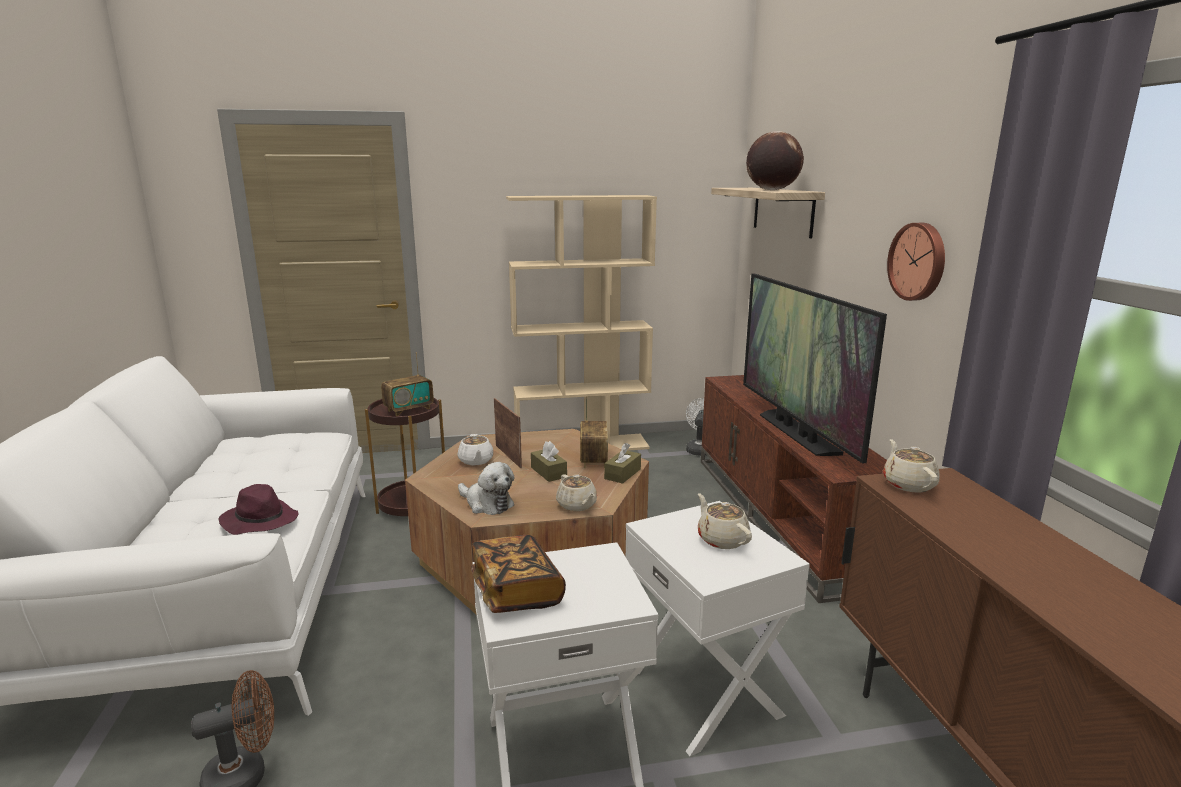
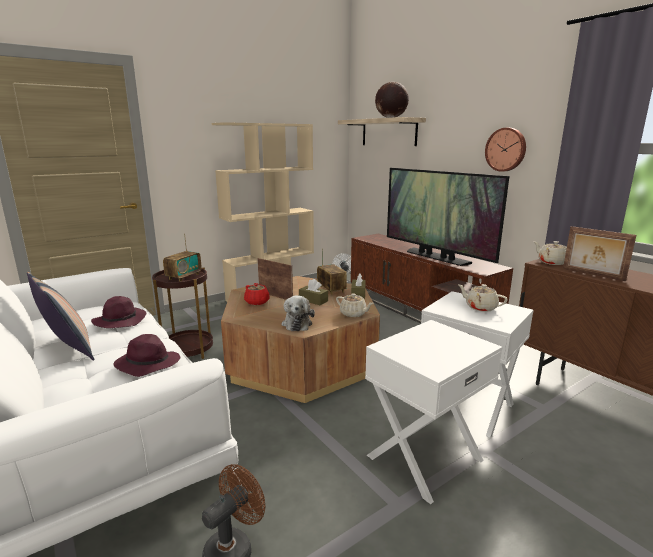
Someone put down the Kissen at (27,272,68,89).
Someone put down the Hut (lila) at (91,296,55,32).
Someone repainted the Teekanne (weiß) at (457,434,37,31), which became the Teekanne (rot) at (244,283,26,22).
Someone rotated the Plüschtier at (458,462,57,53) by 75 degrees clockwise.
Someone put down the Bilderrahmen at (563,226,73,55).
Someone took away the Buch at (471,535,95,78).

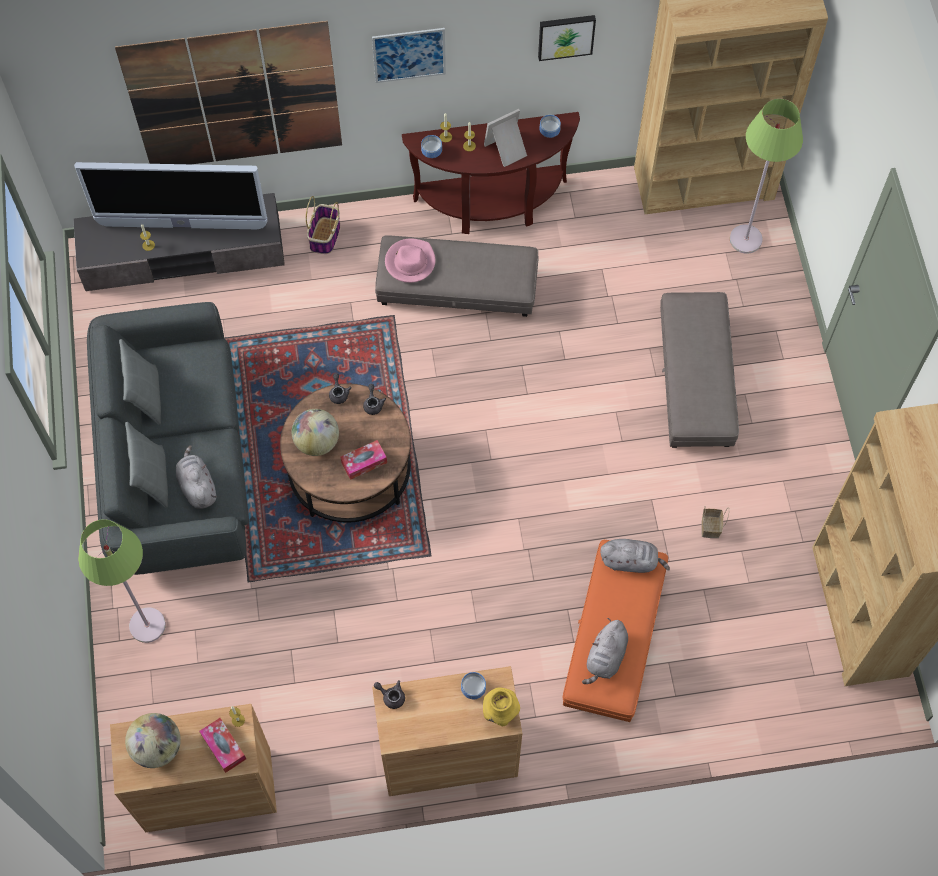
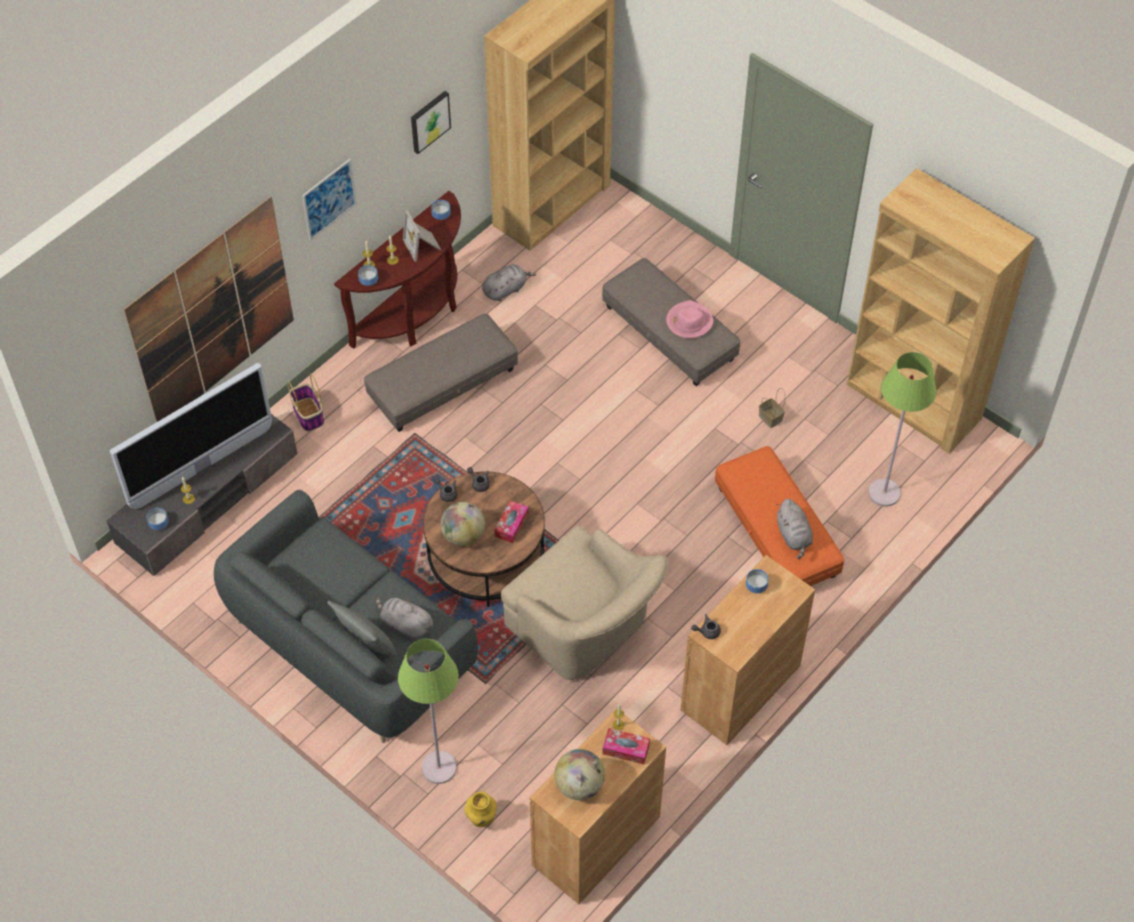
Someone put down the Schüssel at (147,508,21,22).
Someone rotated the Bilderrahmen at (484,109,43,58) by 45 degrees counterclockwise.
Someone carried the Vase (gelb) from (483,687,37,39) to (465,791,32,36).
Someone carried the Plüschtier (grau) from (600,539,70,34) to (482,264,54,37).
Someone put down the Sessel (beige) at (501,525,167,155).
Someone carried the Hut (rosa) from (385,238,51,45) to (666,300,47,39).
Someone carried the Stehlampe (grün) from (730,99,73,155) to (868,352,69,155).
Someone took away the Kissen (grau) at (119,339,42,86).

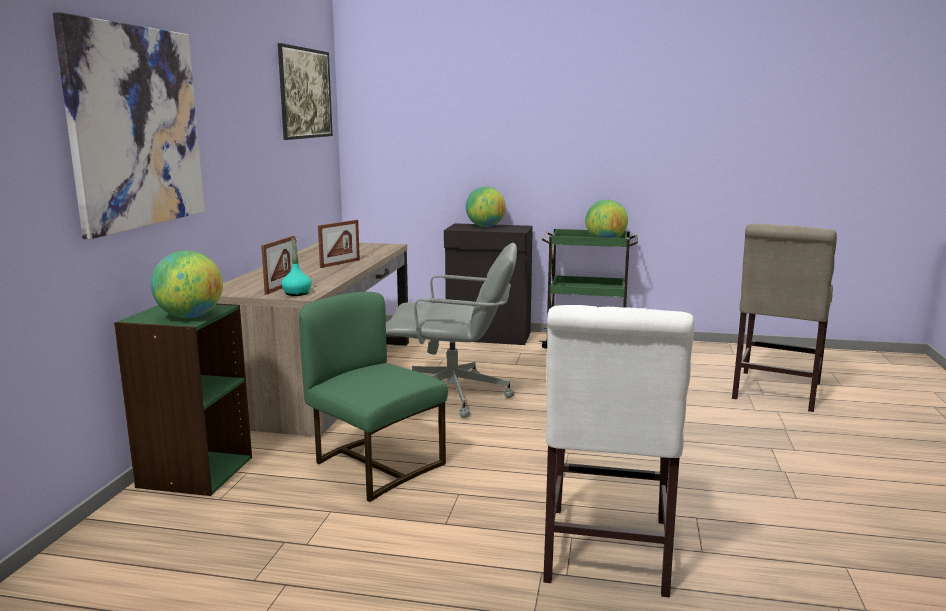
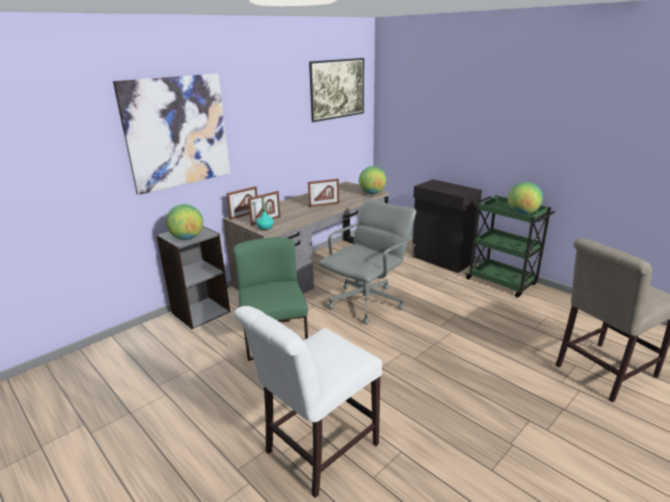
Someone repainted the Bücherregal (grün) at (114,304,138,192), which became the Bücherregal (grau) at (156,226,74,103).
Someone put down the Bilderrahmen at (226,186,31,34).
Someone rotated the Bürostuhl (grau) at (386,243,131,175) by 90 degrees counterclockwise.
Someone carried the Globus from (466,187,40,40) to (359,166,28,28).

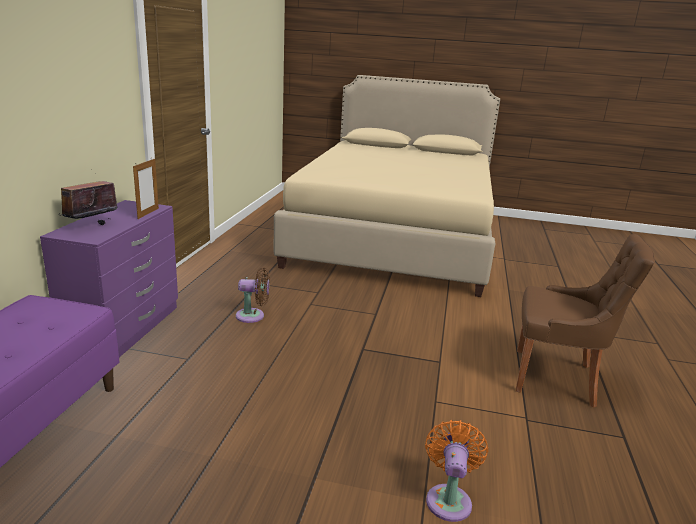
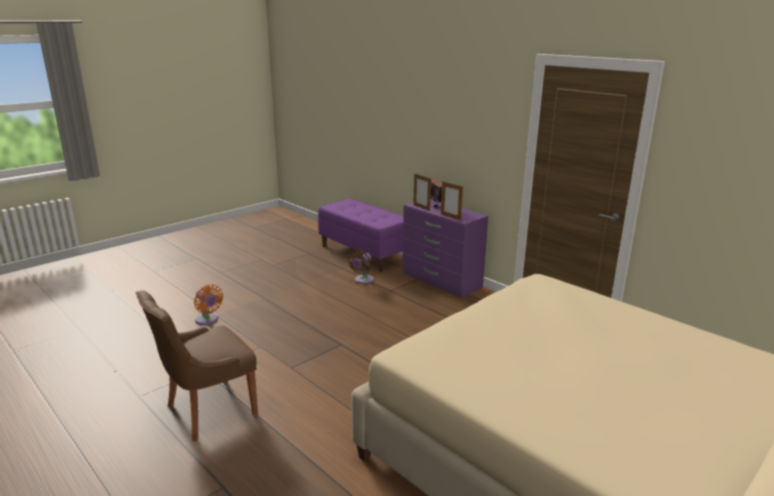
Someone carried the Ventilator (braun) from (236,268,34,55) to (348,249,26,35).
Someone put down the Bilderrahmen at (413,173,18,38).

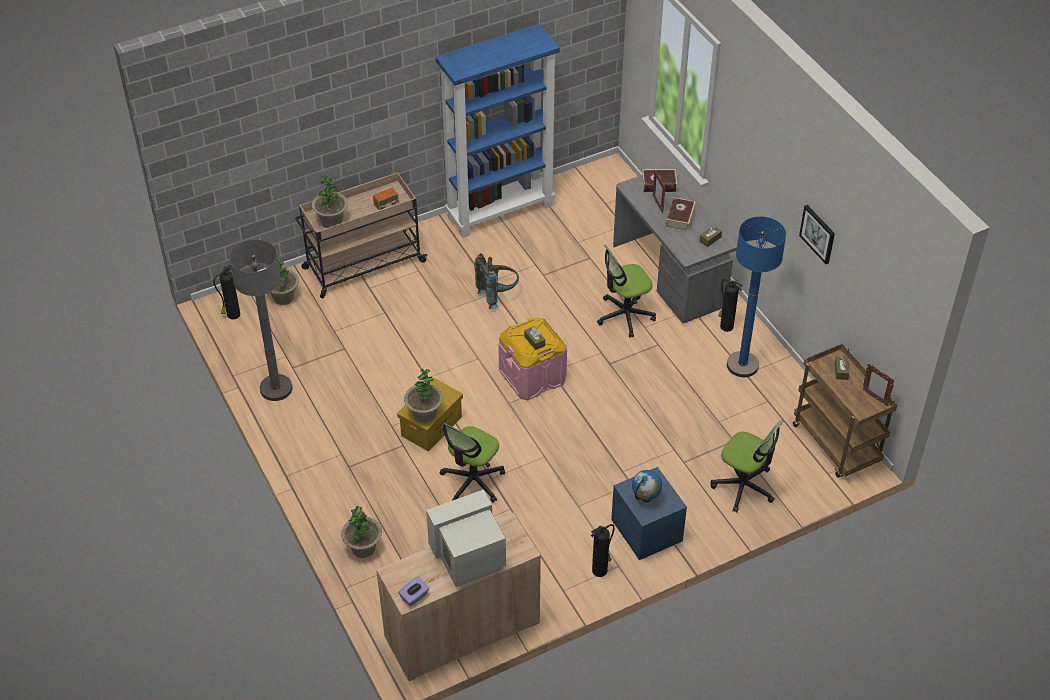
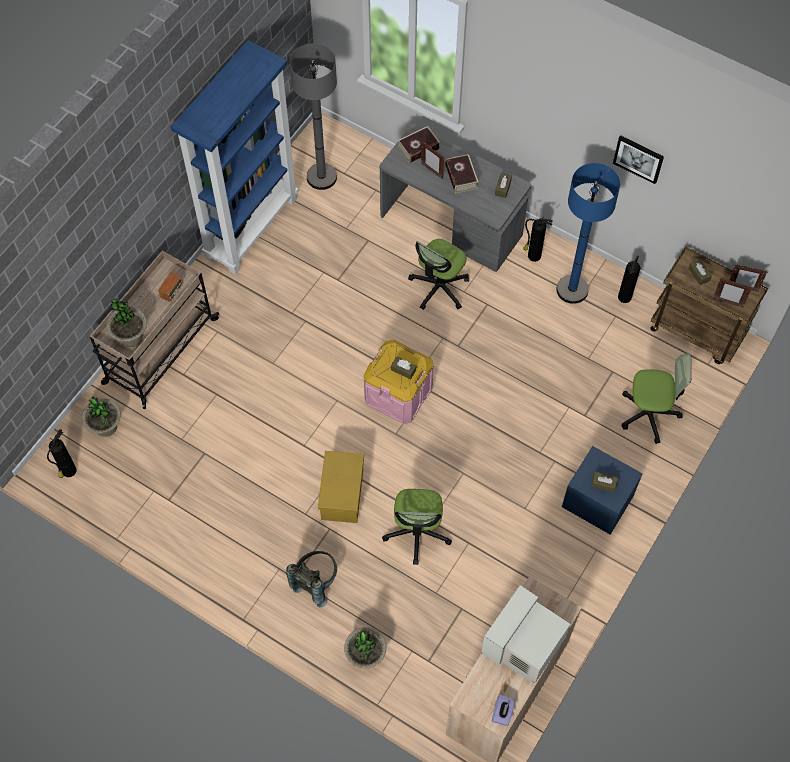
Someone carried the Rucksack (grau) from (474,253,45,57) to (286,551,51,57).
Someone carried the Stehlampe (grau) from (229,239,64,162) to (290,43,47,147).
Someone swapped the Globus at (632,470,30,32) for the Taschentuchbox (braun) at (591,472,27,20).
Someone carried the Feuerlöscher from (591,524,24,53) to (618,255,22,48).
Someone put down the Bilderrahmen at (713,278,39,30).
Someone took away the Topfpflanze at (404,369,39,54).

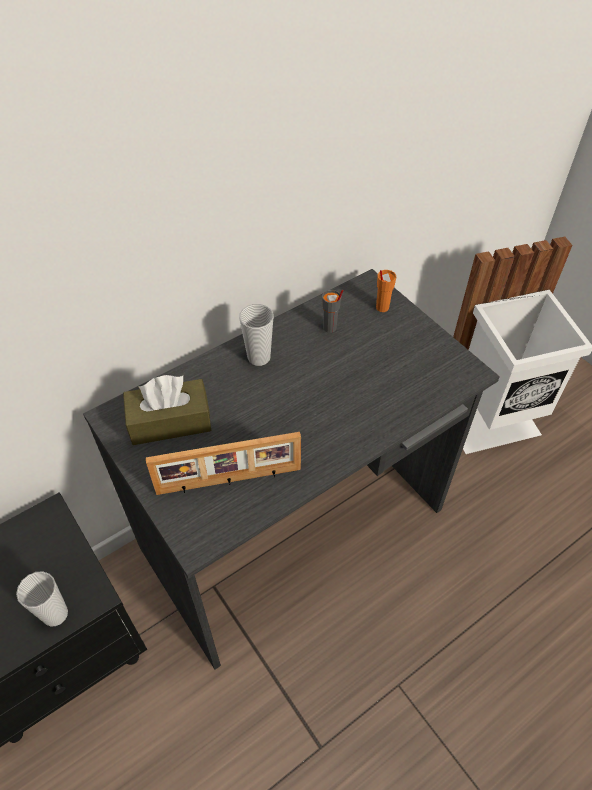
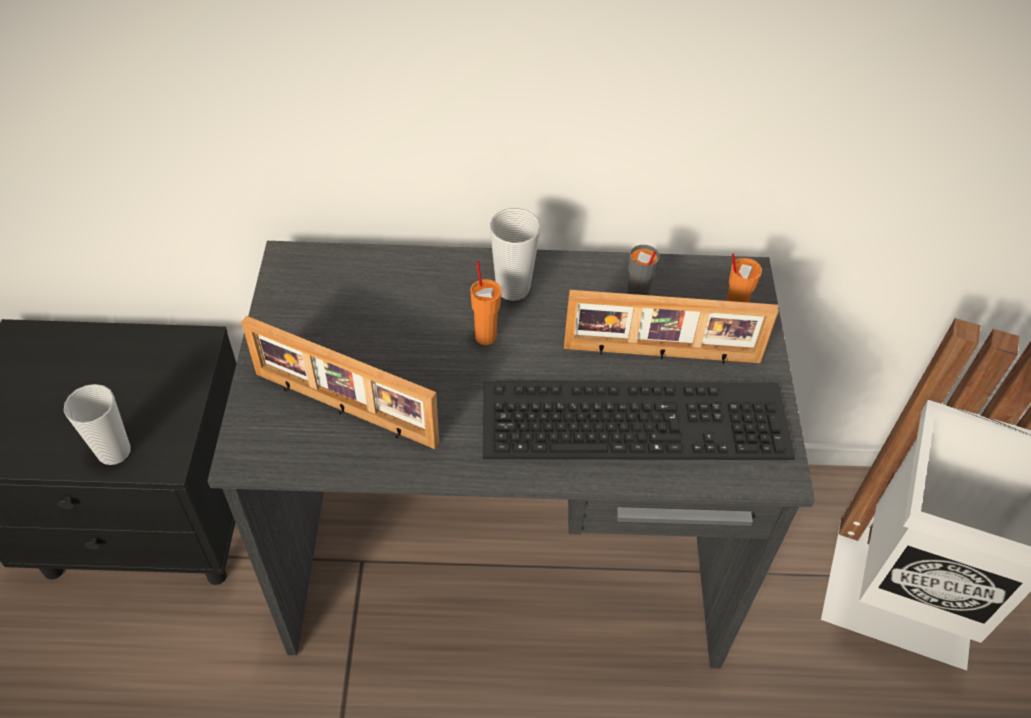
Someone put down the Tasse (orange) at (470,261,31,84).
Someone put down the Tastatur at (483,381,312,79).
Someone put down the Bilderrahmen at (564,290,215,74).
Someone took away the Taschentuchbox (braun) at (123,375,89,70).

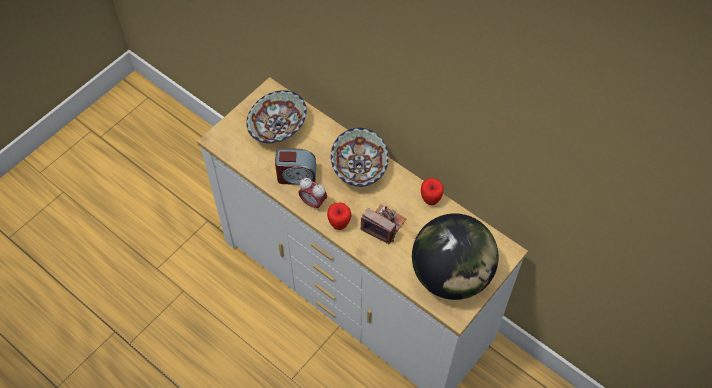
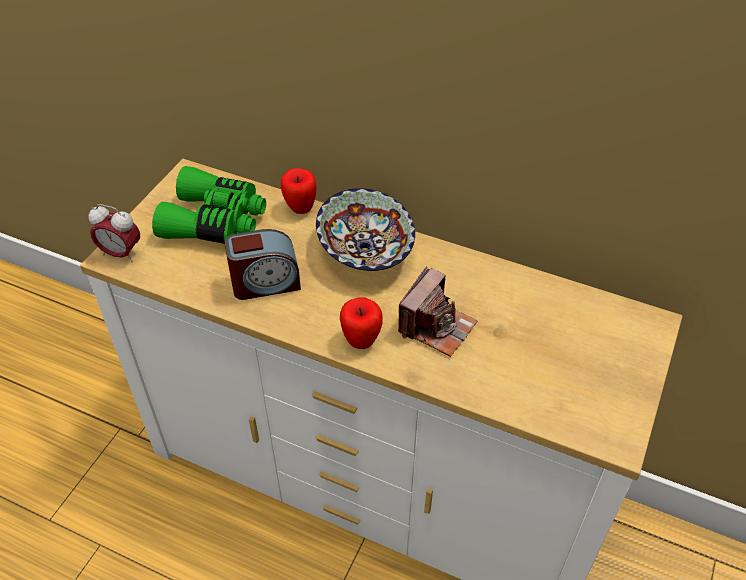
Someone carried the Wecker from (298,178,29,33) to (89,204,51,58).
Someone swapped the Schüssel at (247,90,60,53) for the Fernglas (grün) at (152,166,114,78).
Someone carried the Apfel from (421,178,23,27) to (281,168,36,46).
Someone rotated the Kamera at (360,204,46,40) by 105 degrees clockwise.
Someone took away the Globus at (412,213,87,87).

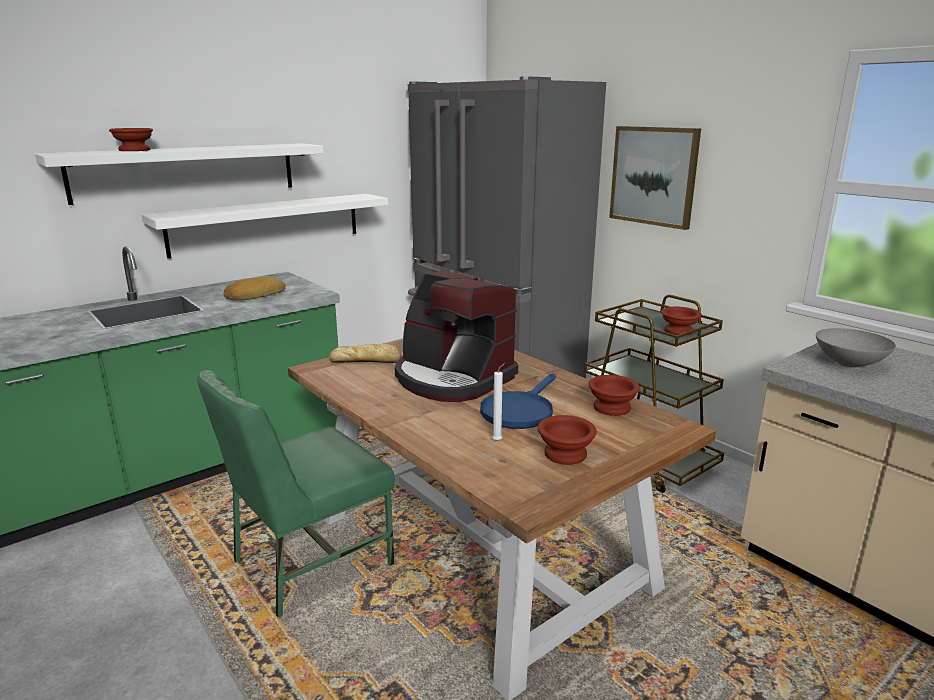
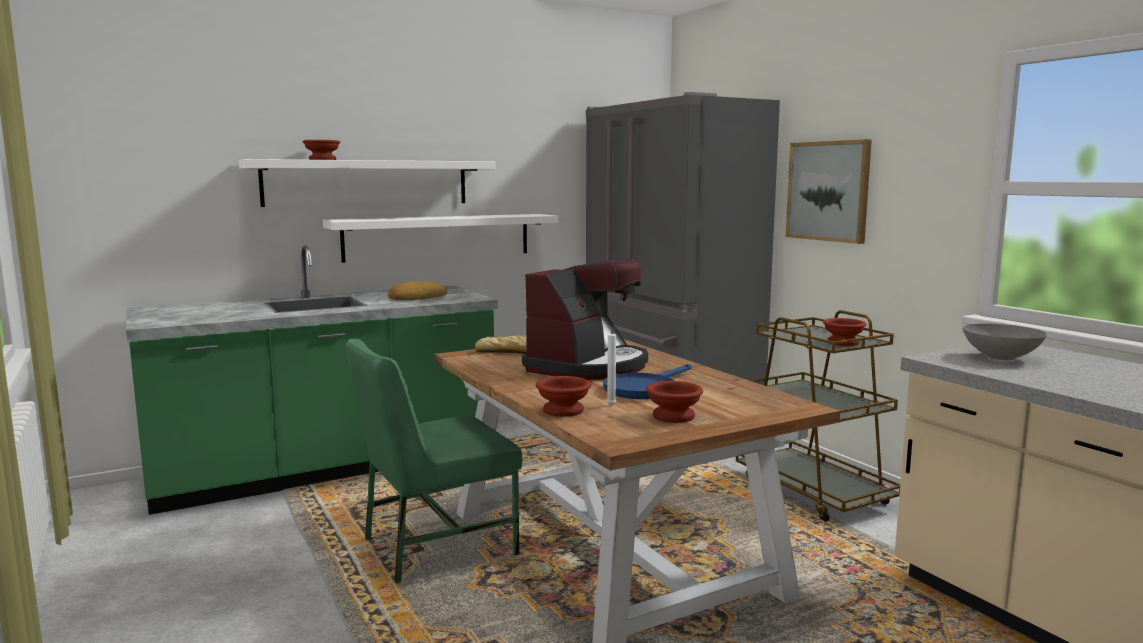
Someone rotated the Kaffeemaschine at (395,271,123,131) by 105 degrees counterclockwise.
Someone carried the Schüssel (braun) from (588,375,52,41) to (536,376,55,41).

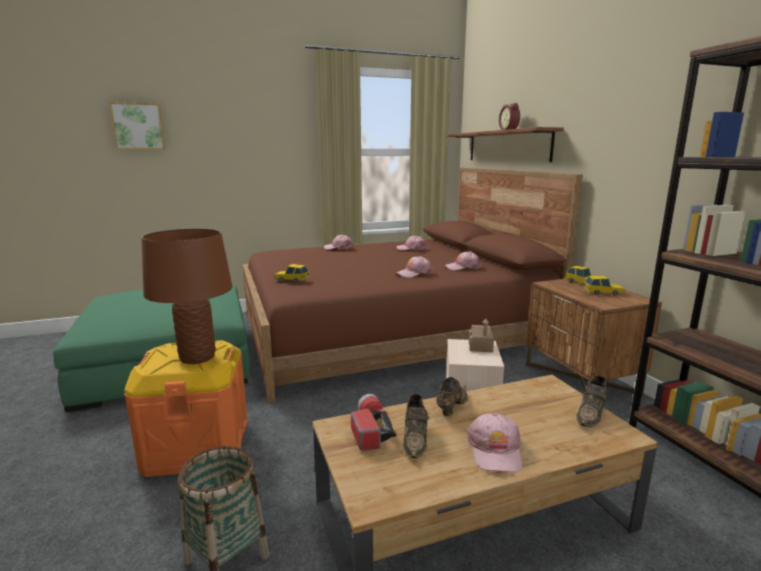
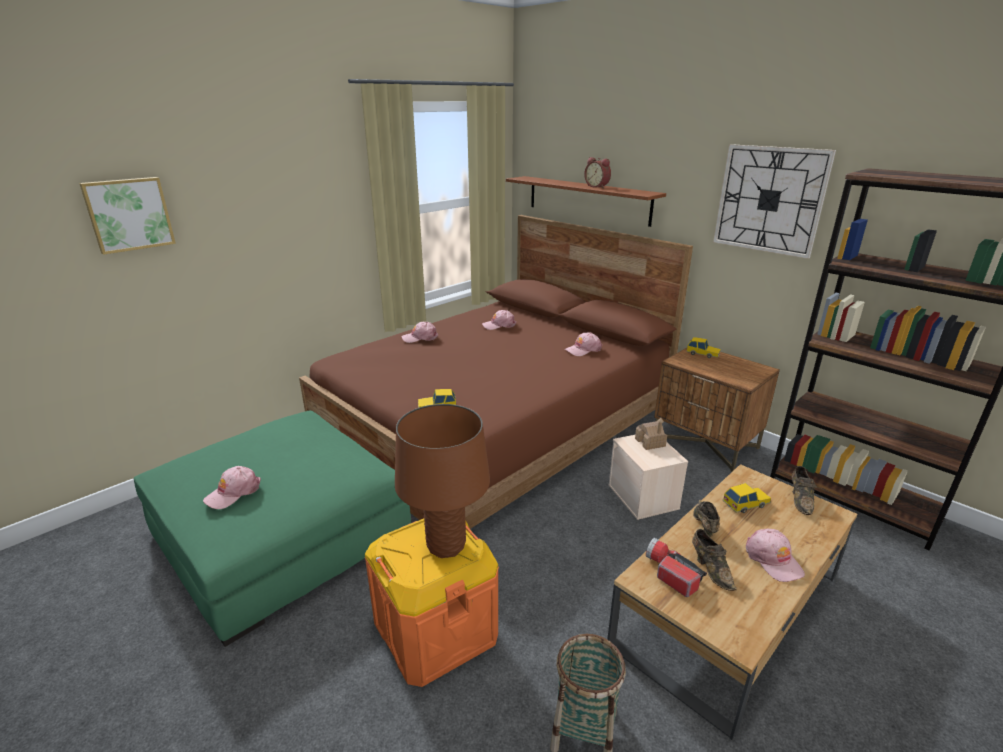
Someone carried the Kappe (rosa) from (396,256,37,22) to (203,466,58,43).
Someone put up the Wanduhr at (713,144,123,115).
Someone carried the Spielzeugauto from (583,276,42,19) to (723,483,48,30).

